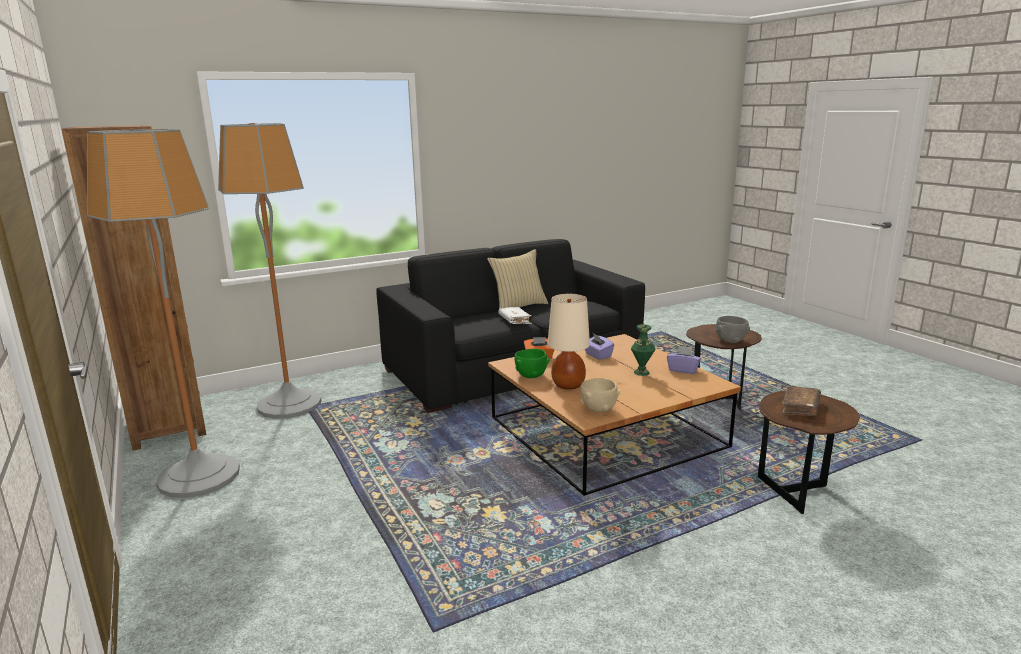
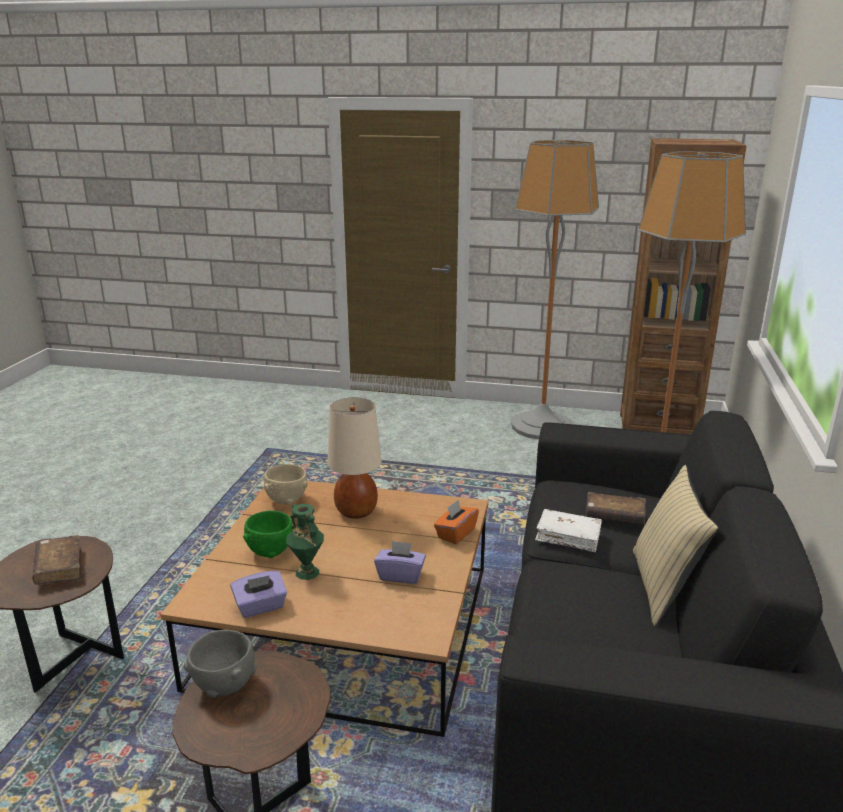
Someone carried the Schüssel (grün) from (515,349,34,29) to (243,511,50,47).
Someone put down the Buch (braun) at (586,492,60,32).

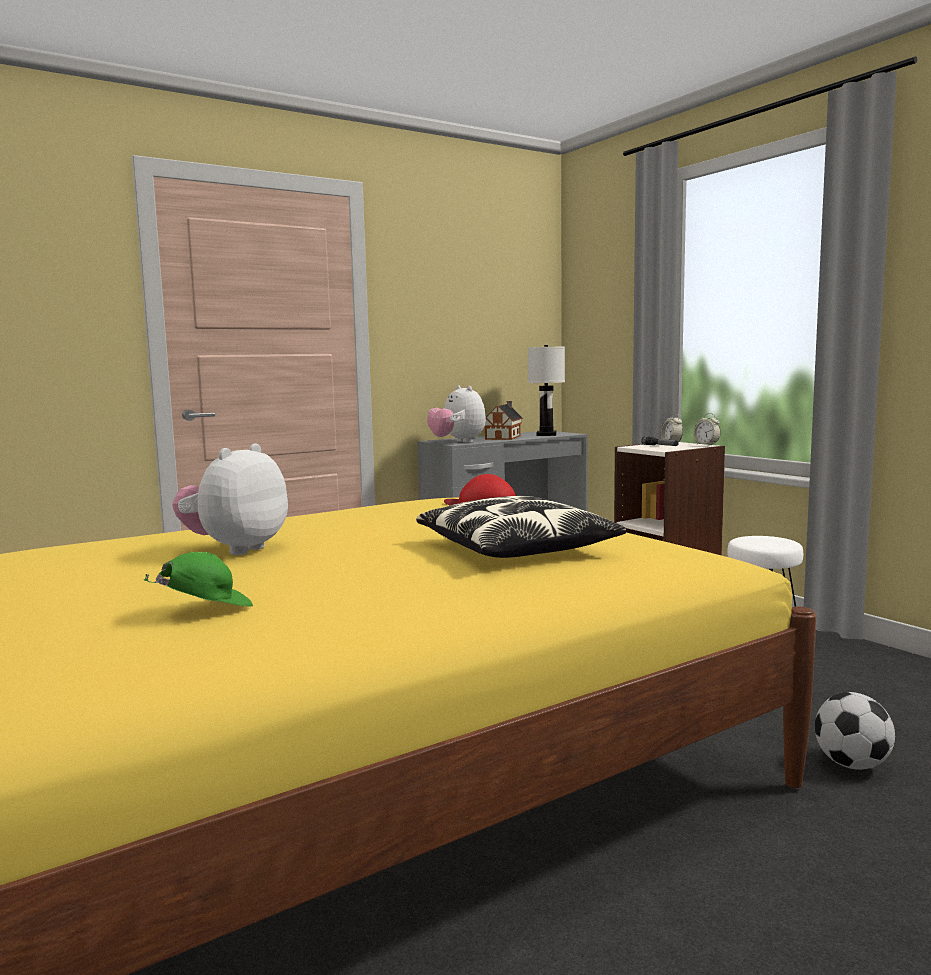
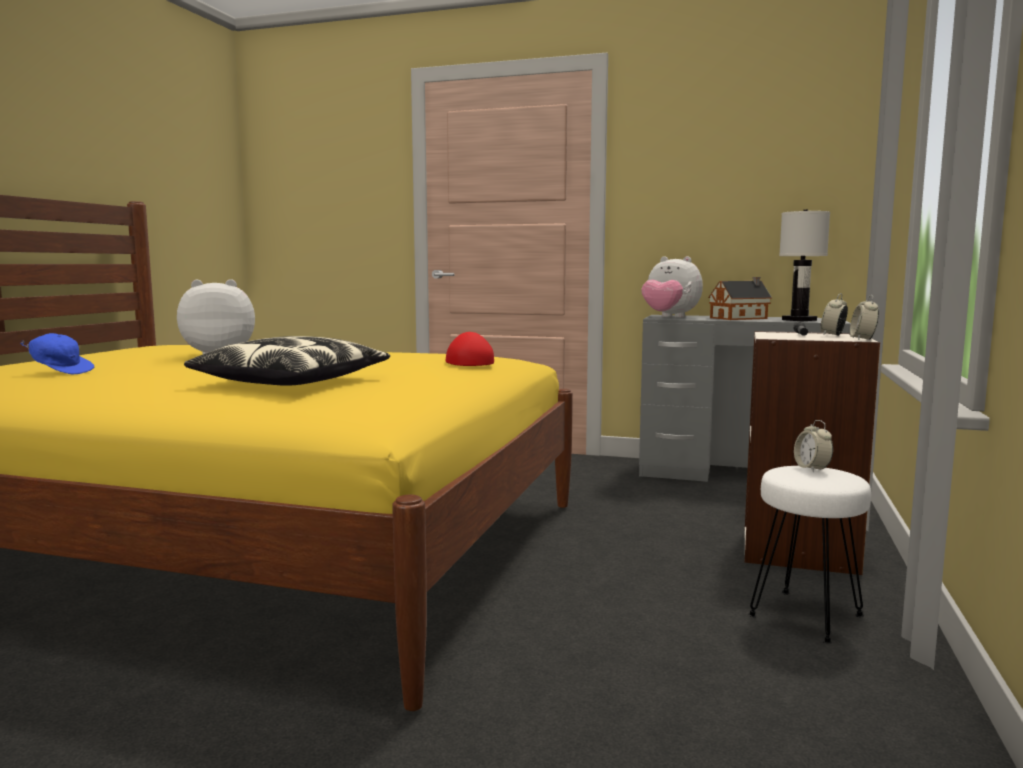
Someone repainted the Kappe (grün) at (144,552,109,54), which became the Kappe (blau) at (20,333,74,42).
Someone rotated the Plüschtier at (427,385,59,58) by 75 degrees counterclockwise.
Someone put down the Wecker at (794,420,39,52).
Someone took away the Fußball at (815,692,80,78).

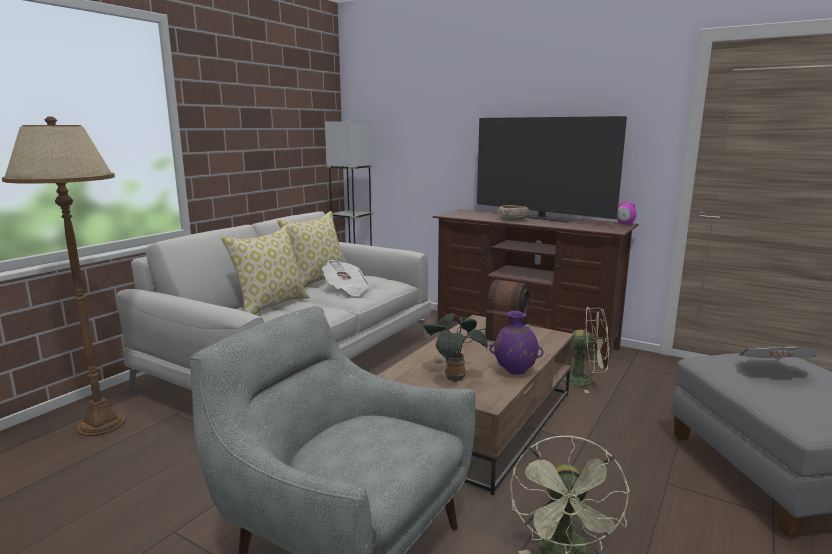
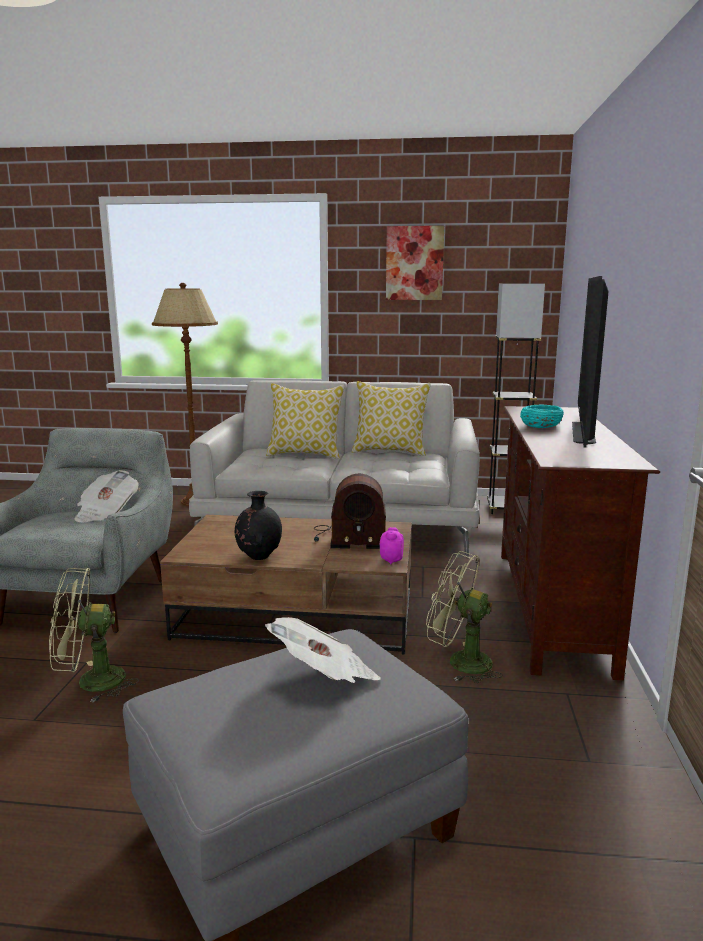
Someone carried the Zeitung from (322,260,48,36) to (75,470,64,53).
Someone repainted the Vase (lila) at (489,311,55,64), which became the Vase (schwarz) at (235,491,47,69).
Someone carried the Wecker from (617,202,20,22) to (380,527,24,38).
Someone put up the Bild at (386,226,58,74).
Someone rotated the Ventilator (grün) at (563,307,46,86) by 120 degrees clockwise.
Someone repainted the Schüssel (beige) at (498,205,31,16), which became the Schüssel (türkis) at (520,405,44,23).
Someone took away the Topfpflanze at (424,313,64,69).

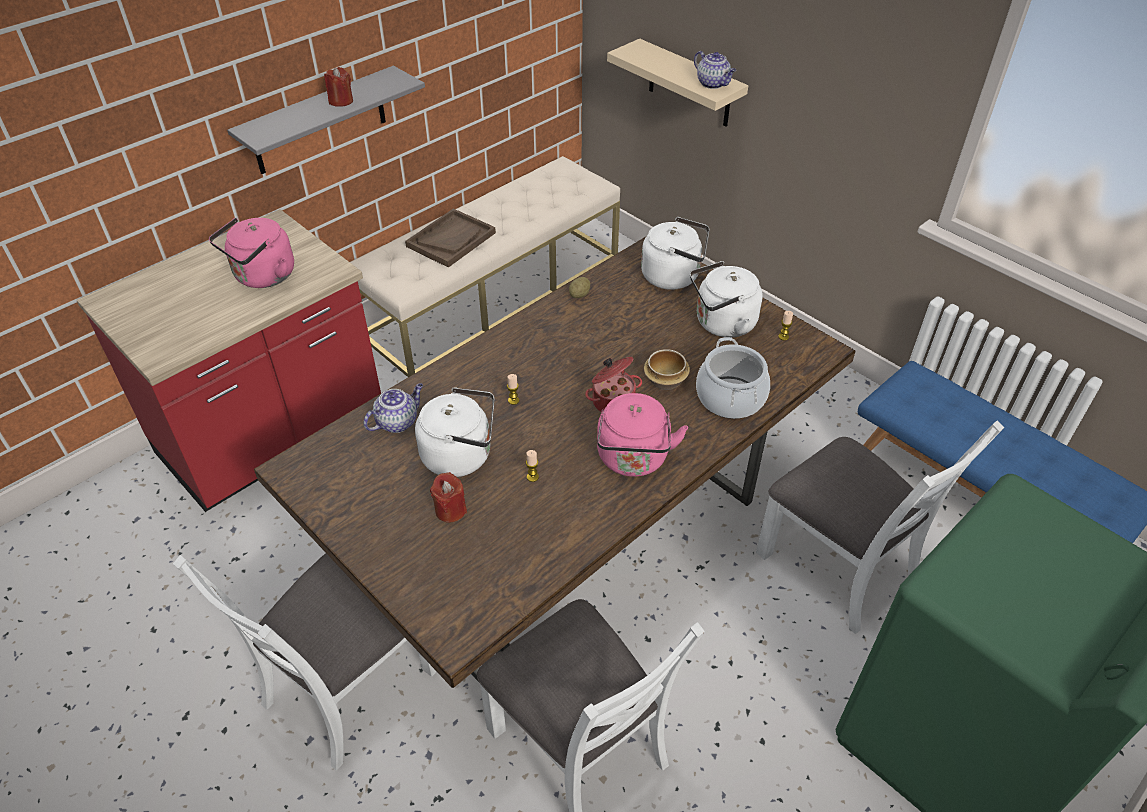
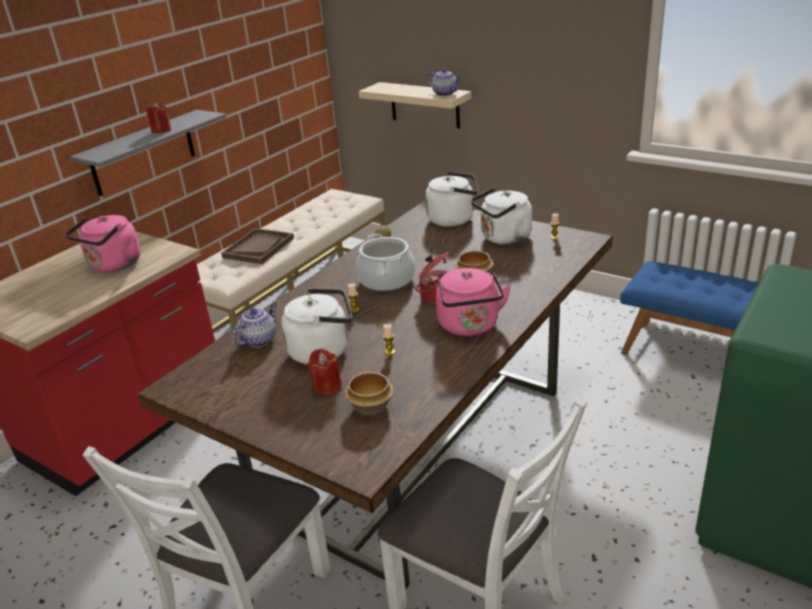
Someone put down the Schüssel at (345,372,49,42).
Someone carried the Kochtopf from (696,337,74,82) to (356,234,59,58).
Someone took away the Stuhl (weiß) at (756,421,248,213).

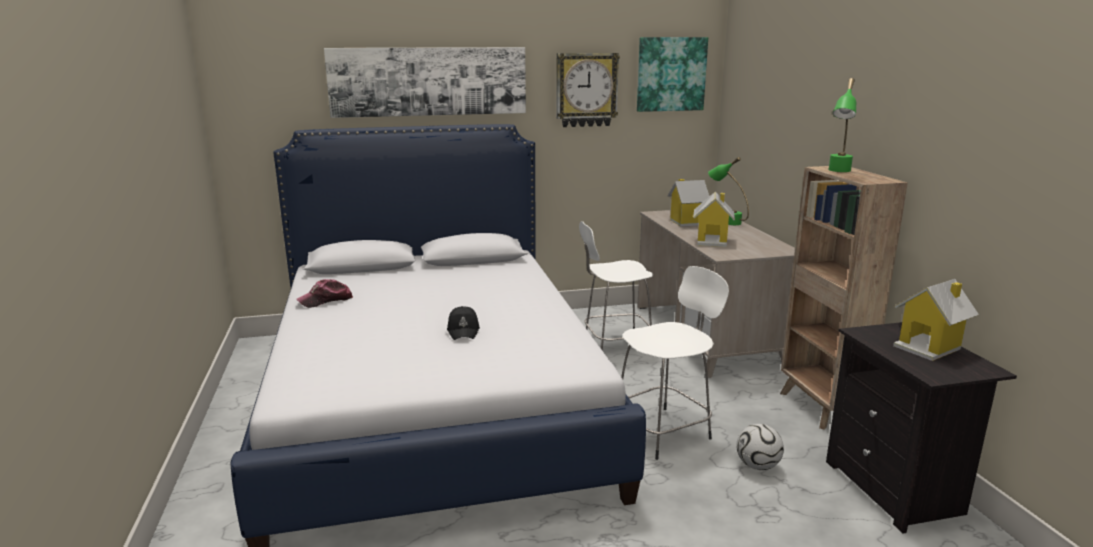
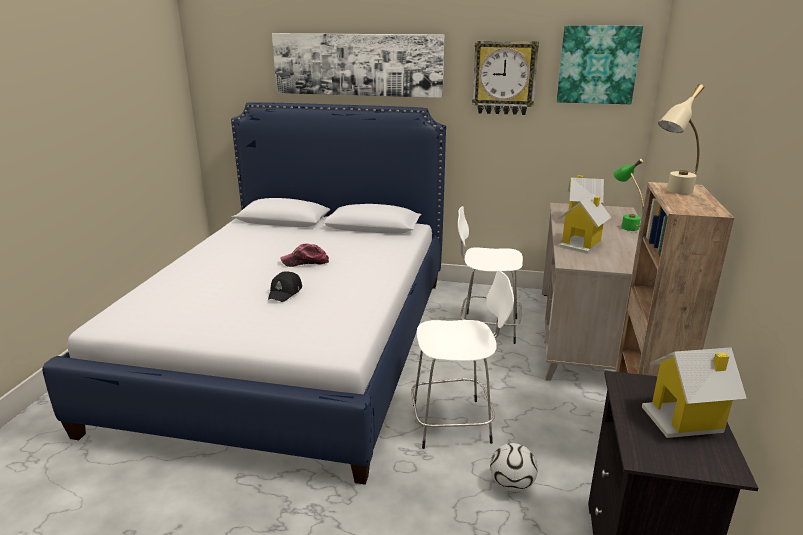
Someone carried the Kappe from (296,279,57,29) to (280,243,49,24).
Someone repainted the Tischlampe (grün) at (828,78,28,94), which became the Tischlampe (beige) at (658,84,46,110).

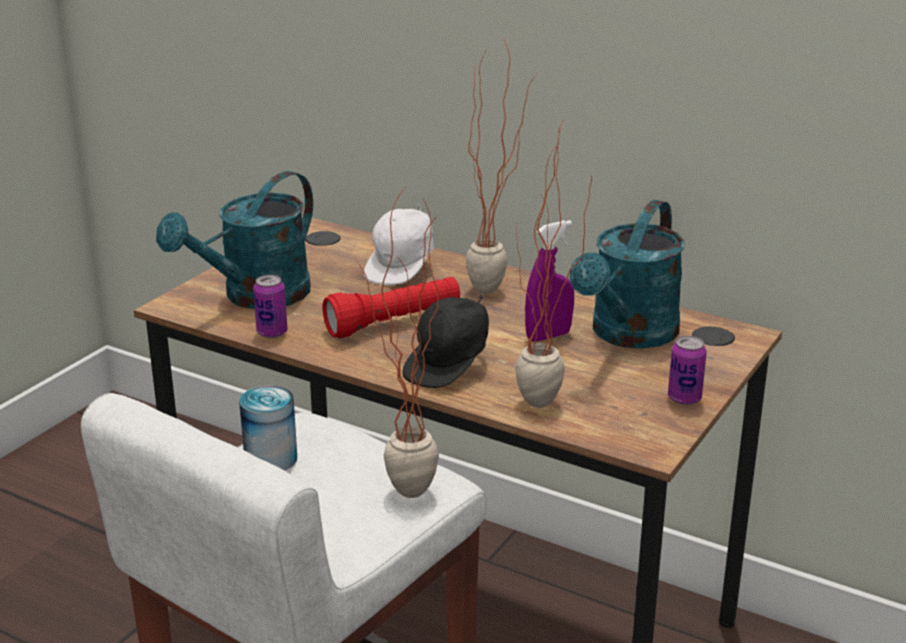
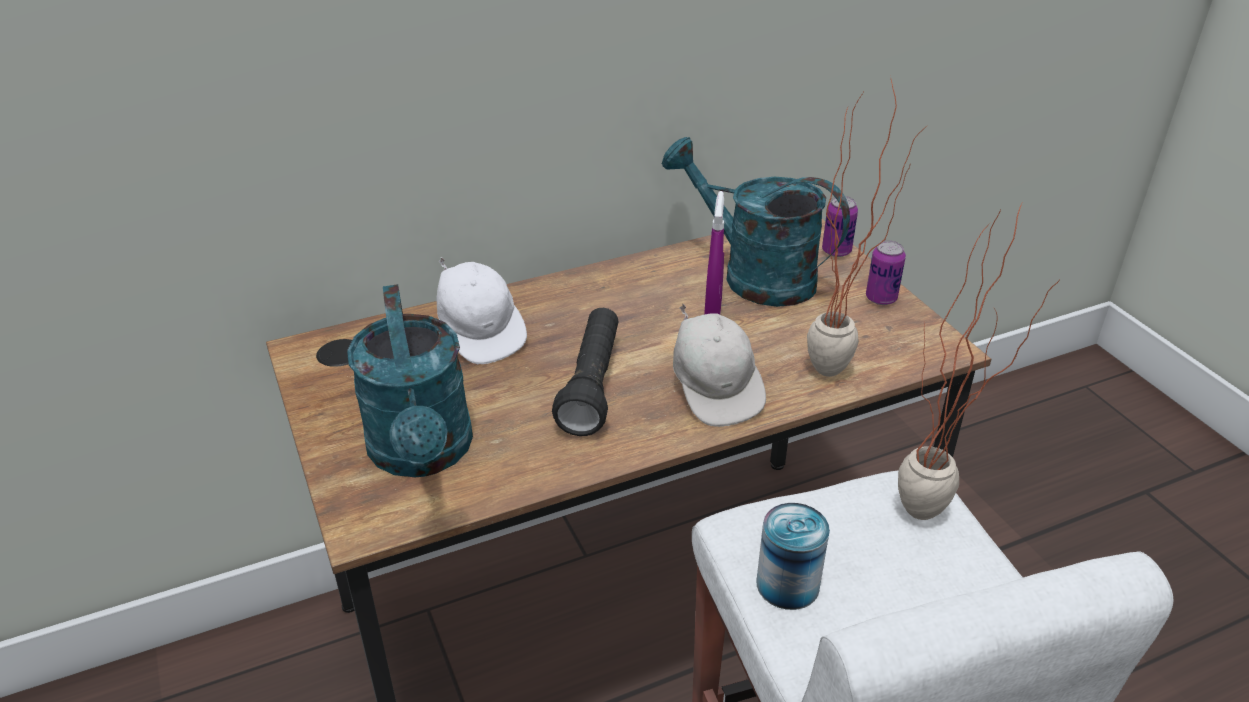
Someone repainted the Taschenlampe (rot) at (322,277,138,61), which became the Taschenlampe (schwarz) at (552,308,67,128).
Someone rotated the Gießkanne (türkis) at (570,200,114,149) by 150 degrees clockwise.
Someone repainted the Kappe (schwarz) at (402,292,87,96), which became the Kappe (weiß) at (673,304,93,123).
Someone carried the Dose from (253,275,35,63) to (822,196,36,61).
Someone took away the Topfpflanze at (466,39,70,255).

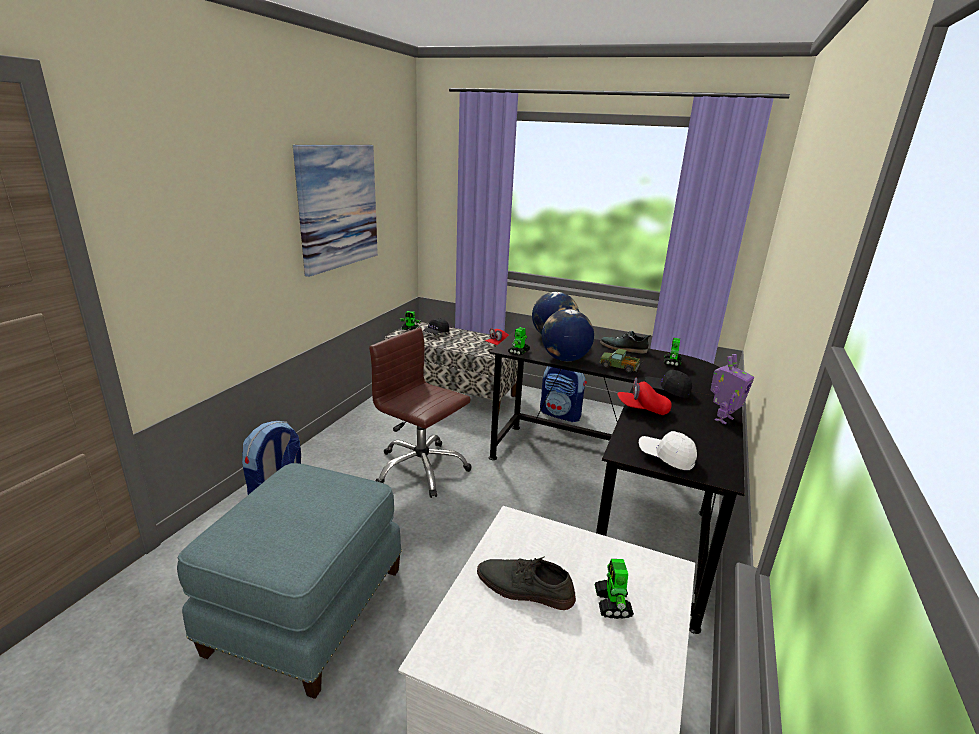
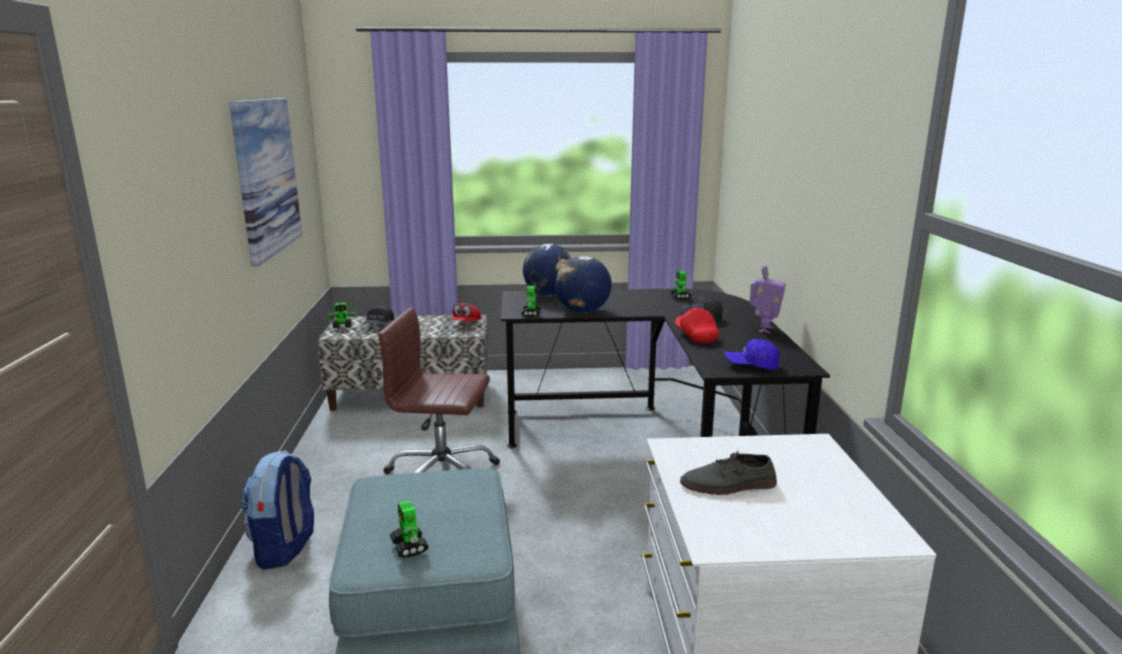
Someone carried the Spielzeugroboter from (594,559,40,60) to (390,500,39,58).
Someone rotated the Kappe (rot) at (617,378,55,37) by 90 degrees clockwise.
Someone repainted the Kappe (weiß) at (639,431,58,39), which became the Kappe (blau) at (724,339,56,31).
Someone took away the Rucksack at (540,366,47,56).
Someone took away the Spielzeuglaster at (599,348,41,25).
Someone took away the Schuh at (600,331,51,23).

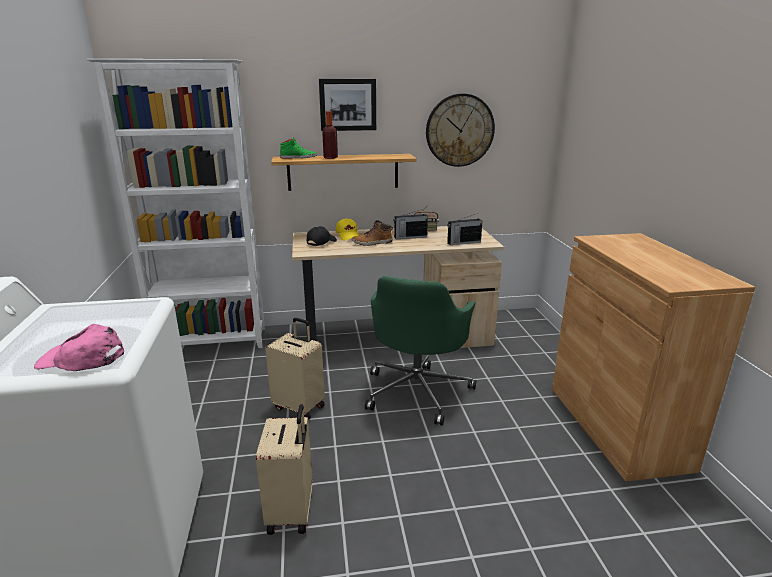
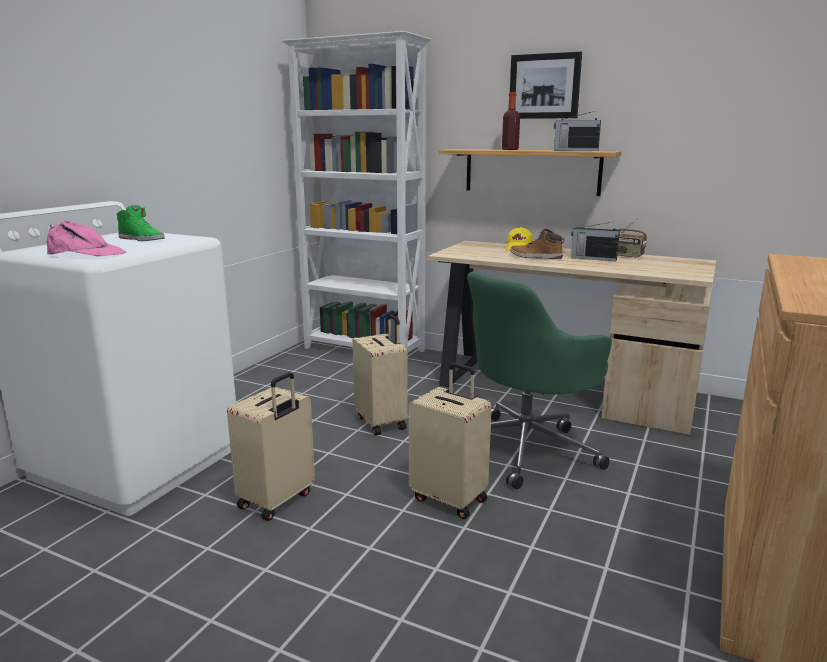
Someone rotated the Kappe (rosa) at (34,324,90,47) by 150 degrees clockwise.
Someone carried the Schuh (grün) from (280,137,37,22) to (116,205,49,36).
Someone put down the Koffer (beige) at (409,363,83,156).
Someone carried the Radio from (447,214,36,31) to (554,111,47,40).
Someone took away the Kappe (schwarz) at (307,226,30,20).
Someone took away the Wanduhr at (426,93,69,74).

